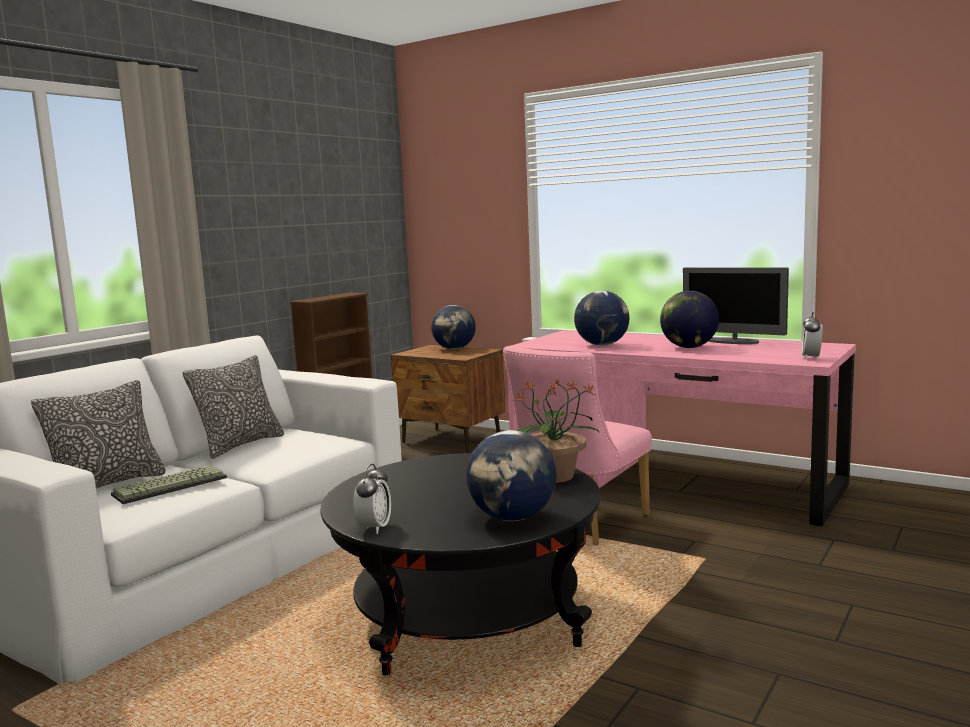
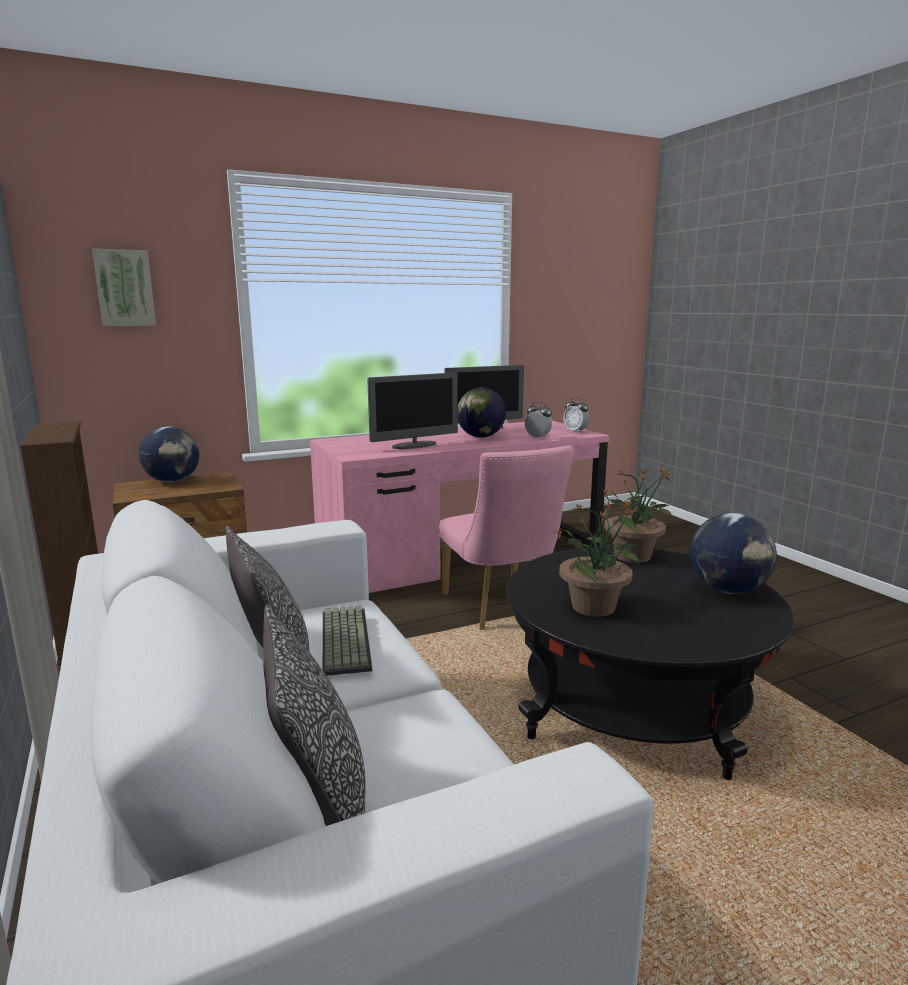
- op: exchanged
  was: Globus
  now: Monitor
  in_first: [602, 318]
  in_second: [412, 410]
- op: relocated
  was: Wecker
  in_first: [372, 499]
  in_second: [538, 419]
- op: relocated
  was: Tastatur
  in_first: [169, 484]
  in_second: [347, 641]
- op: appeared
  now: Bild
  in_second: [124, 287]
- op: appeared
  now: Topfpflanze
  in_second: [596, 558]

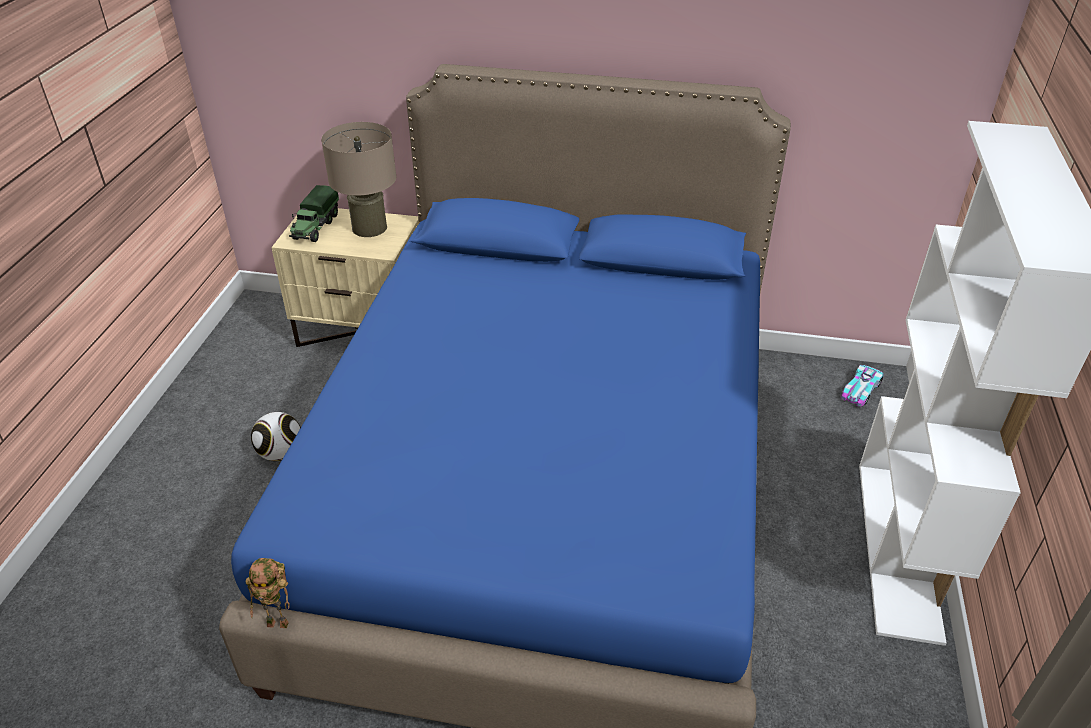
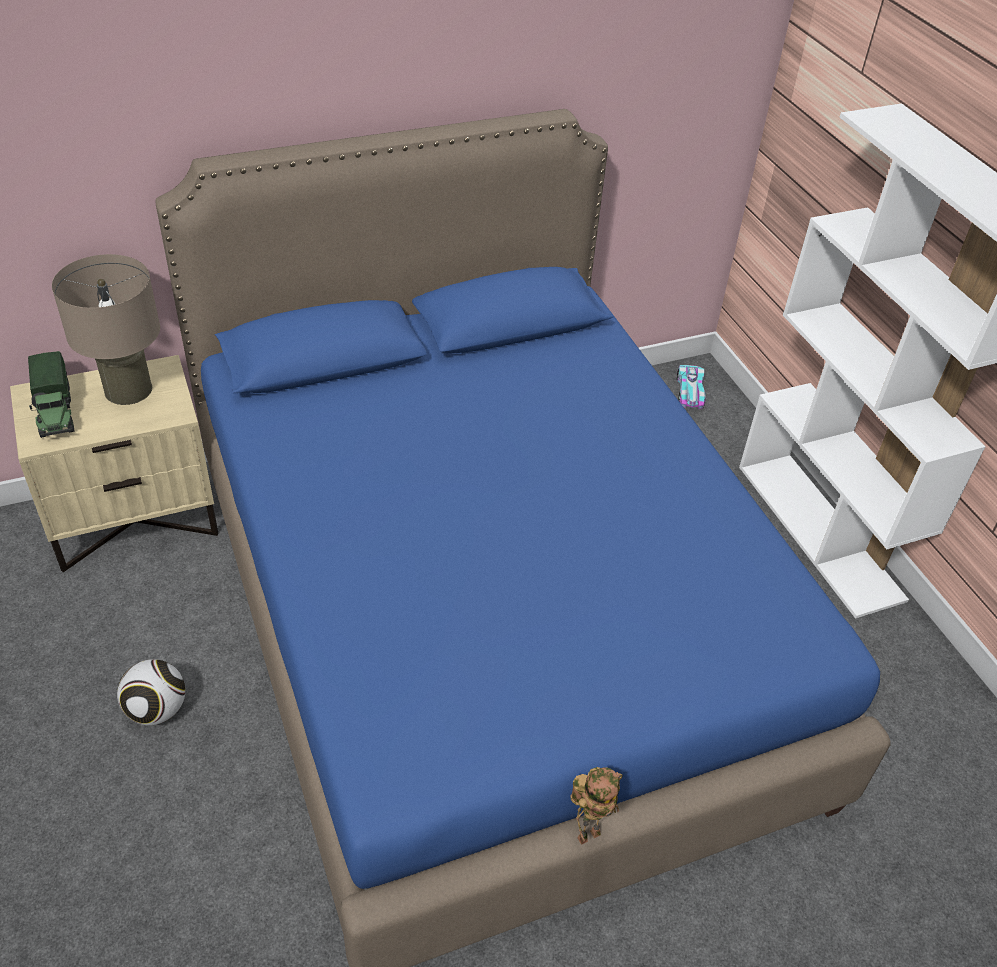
- op: relocated
  was: Spielzeugroboter
  in_first: [267, 593]
  in_second: [596, 806]

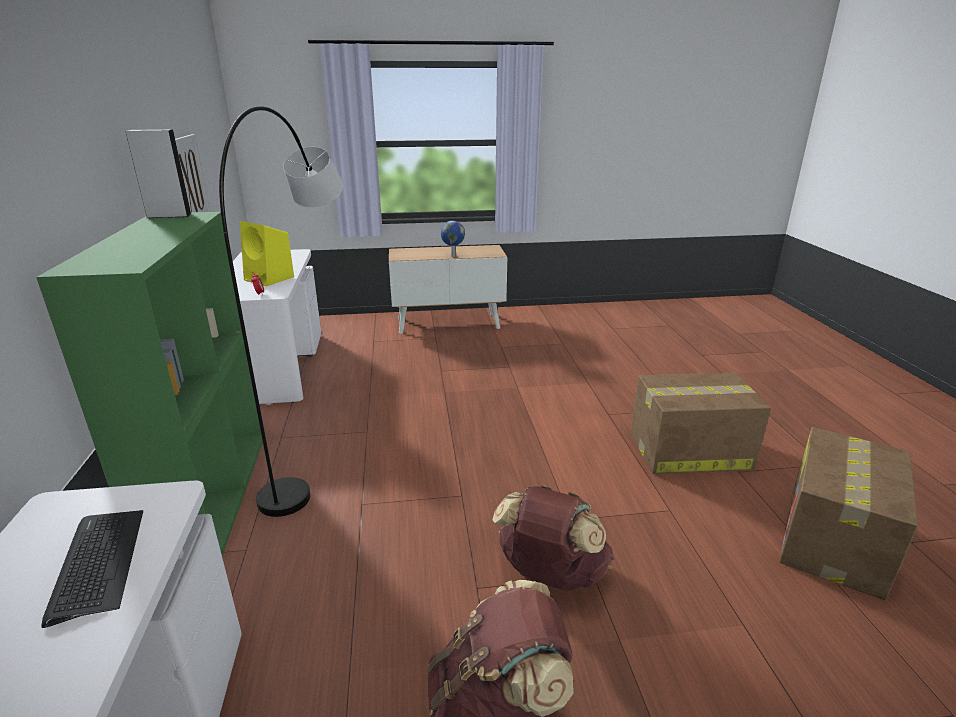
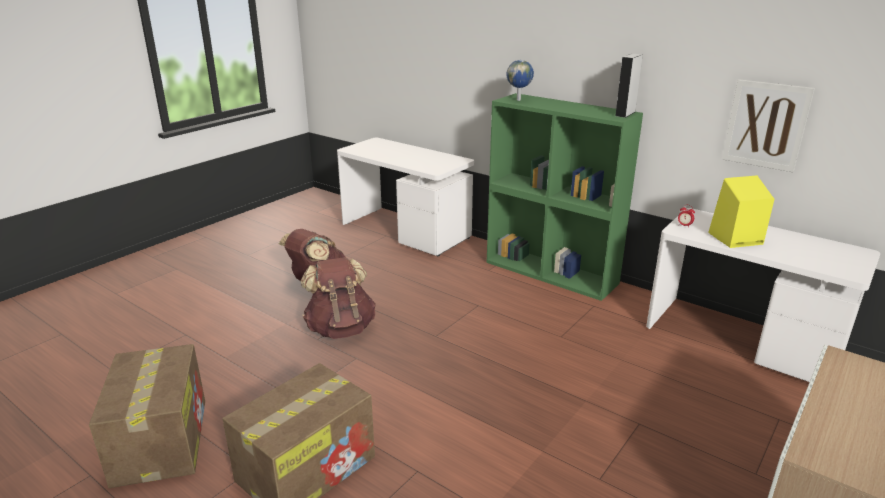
- op: missing
  was: Stehlampe/grau
  in_first: [281, 311]
- op: relocated
  was: Globus
  in_first: [452, 239]
  in_second: [520, 80]
- op: missing
  was: Tastatur
  in_first: [92, 569]

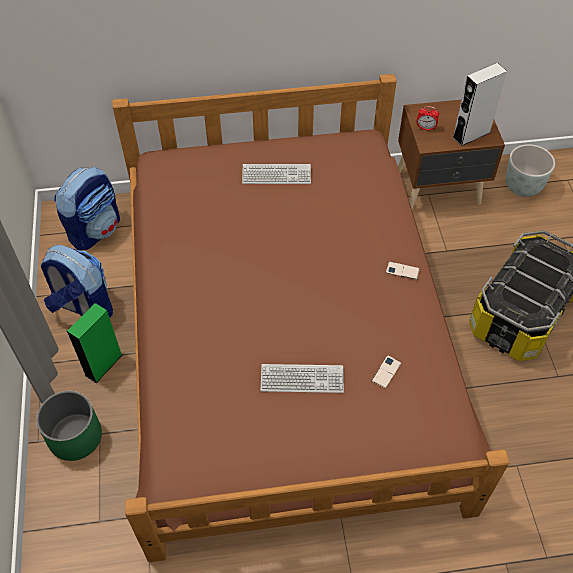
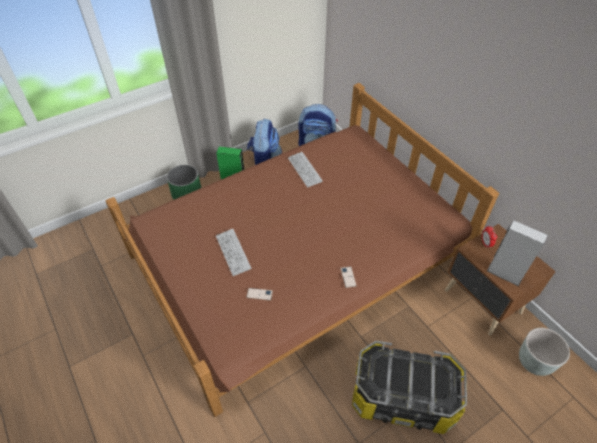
- op: relocated
  was: Tastatur
  in_first: [276, 174]
  in_second: [305, 170]

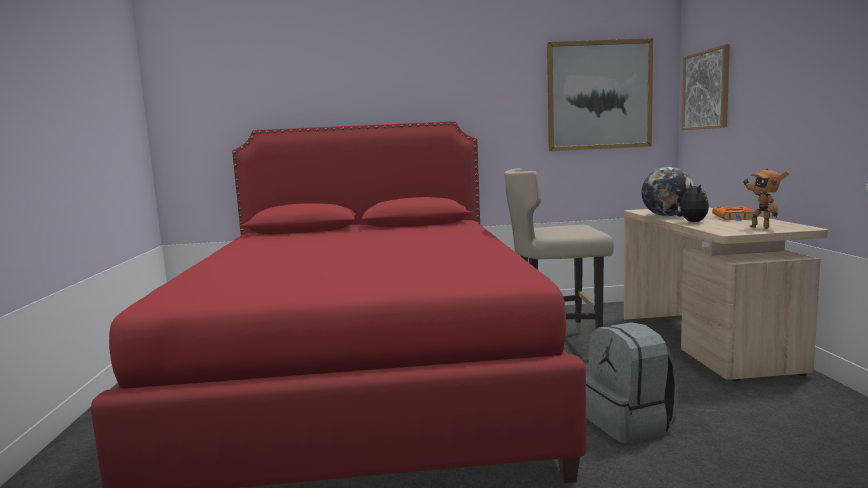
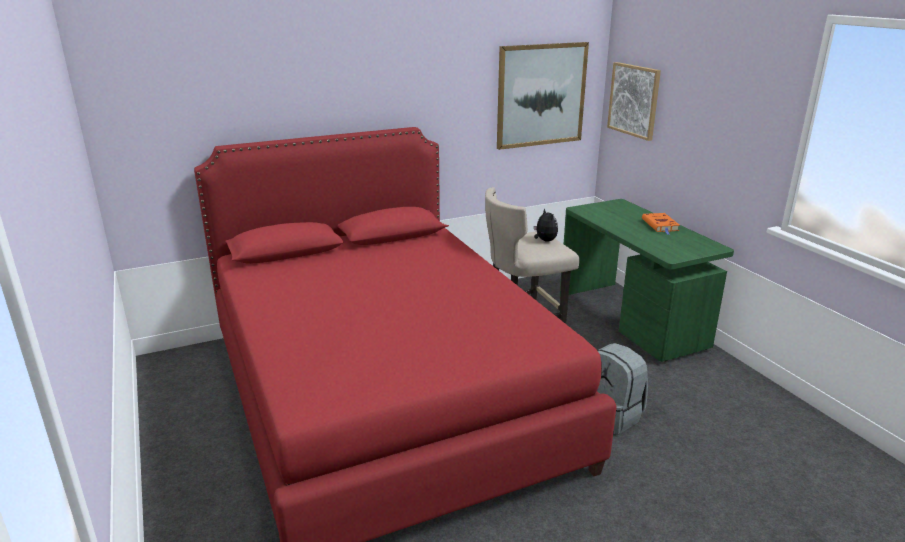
- op: missing
  was: Globus
  in_first: [667, 191]
- op: missing
  was: Spielzeugroboter
  in_first: [766, 198]
- op: relocated
  was: Plüschtier
  in_first: [692, 202]
  in_second: [546, 225]
- op: colour
  was: Schreibtisch/beige
  now: Schreibtisch/grün
  in_first: [726, 294]
  in_second: [647, 280]

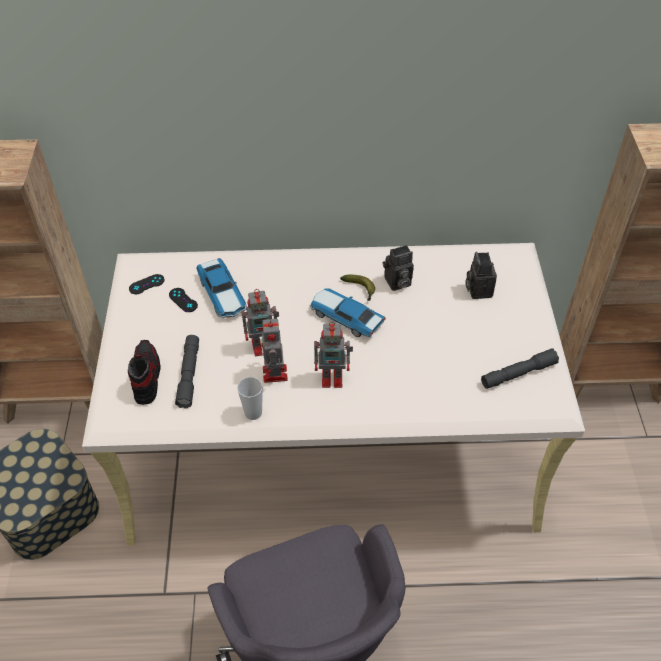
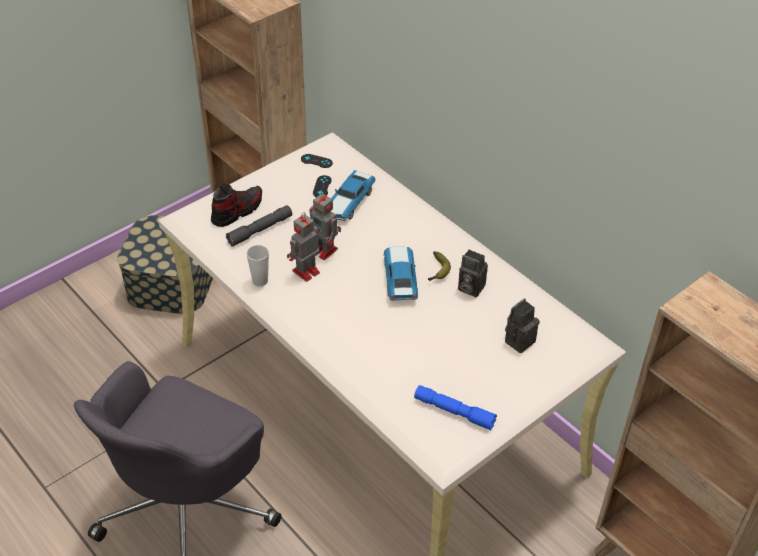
- op: missing
  was: Spielzeugroboter
  in_first: [333, 355]
- op: colour
  was: Taschenlampe/grau
  now: Taschenlampe/blau
  in_first: [520, 368]
  in_second: [455, 408]

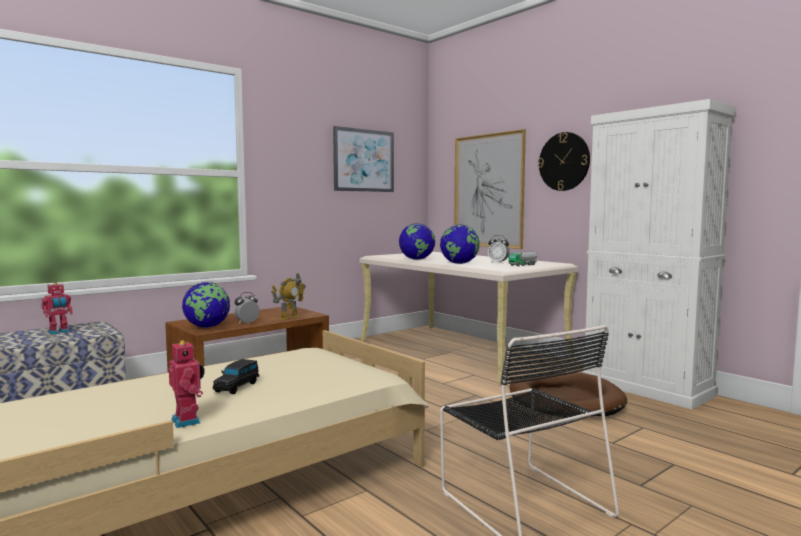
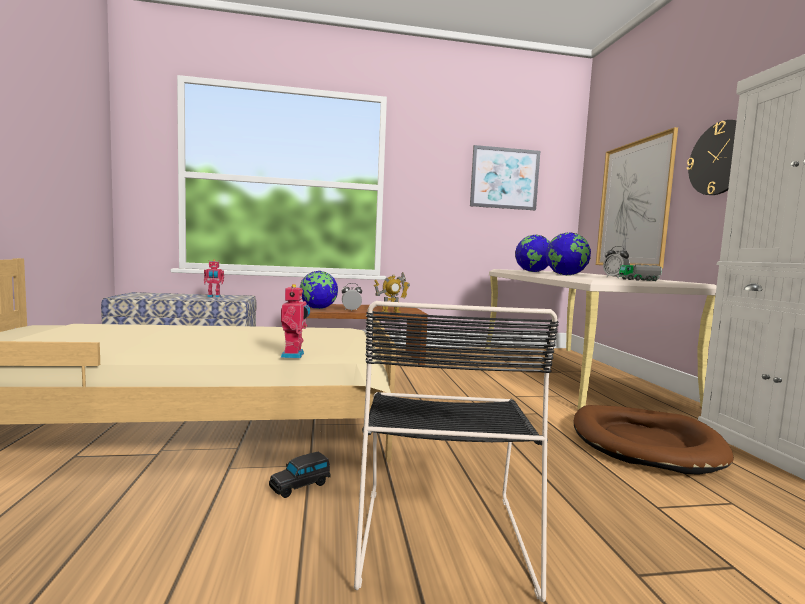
- op: relocated
  was: Spielzeugroboter
  in_first: [187, 384]
  in_second: [295, 321]
- op: relocated
  was: Spielzeugauto/schwarz
  in_first: [236, 376]
  in_second: [300, 475]

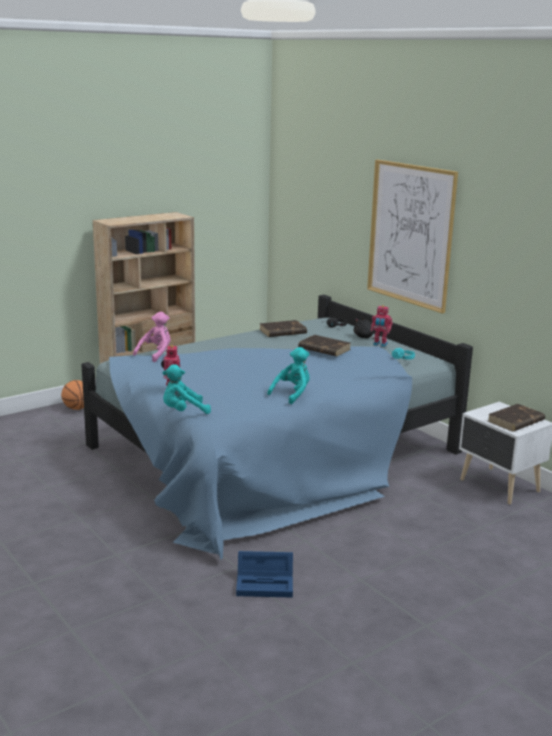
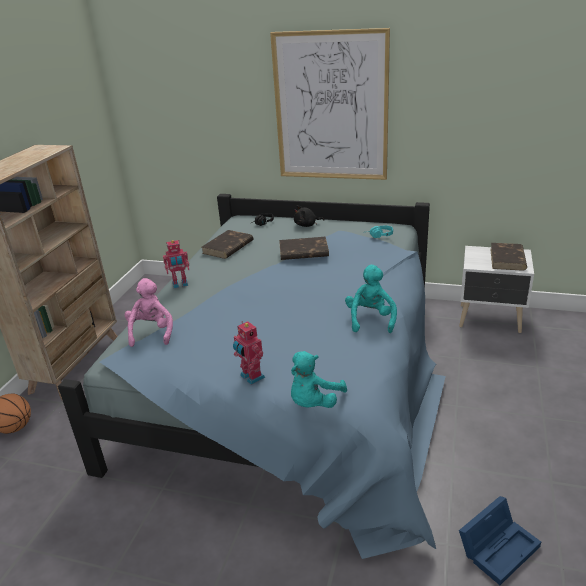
- op: relocated
  was: Spielzeugroboter
  in_first: [381, 326]
  in_second: [176, 264]

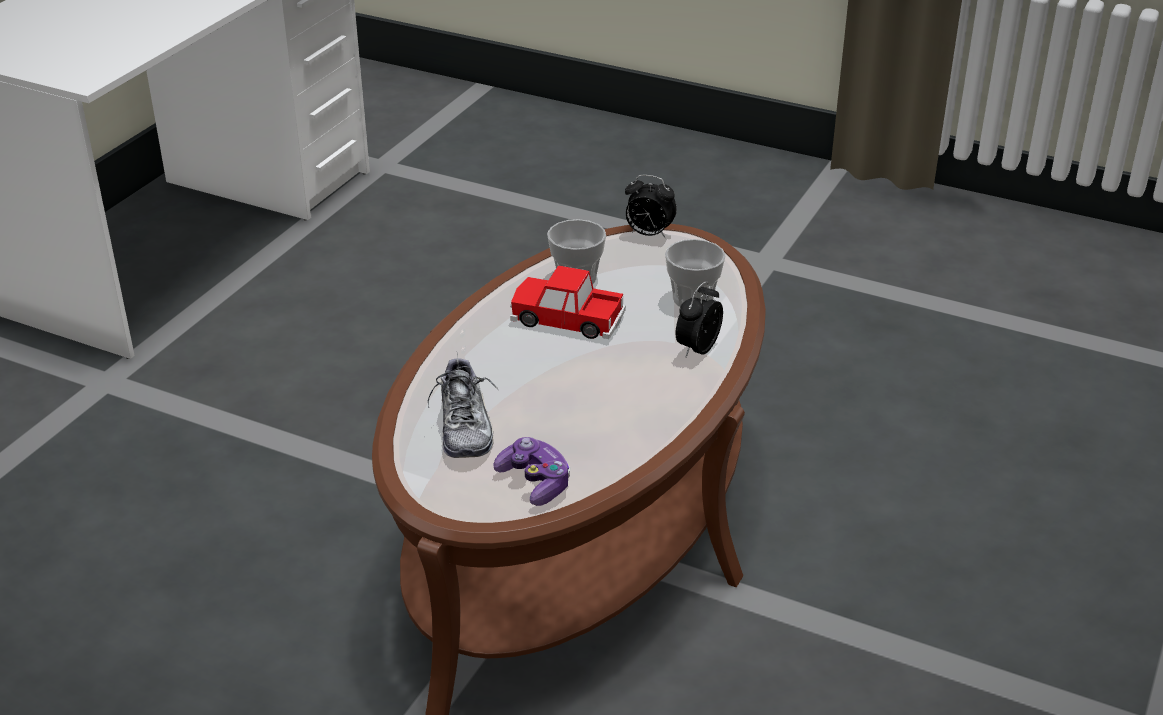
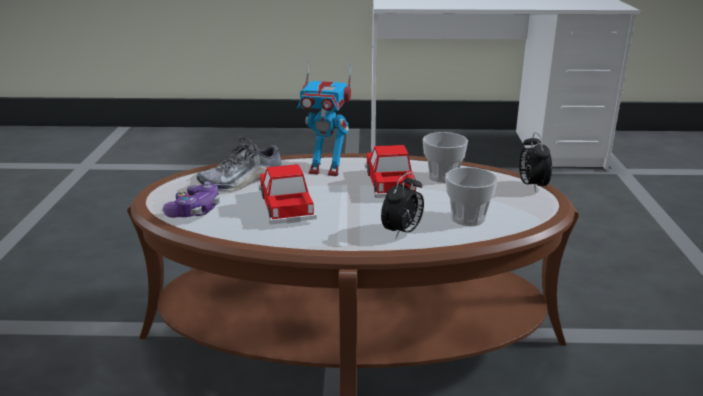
- op: spun
  was: Wecker
  in_first: [699, 319]
  in_second: [402, 205]
  clockwise: 120
- op: appeared
  now: Spielzeugroboter
  in_second: [324, 118]
- op: appeared
  now: Spielzeugauto
  in_second: [288, 194]

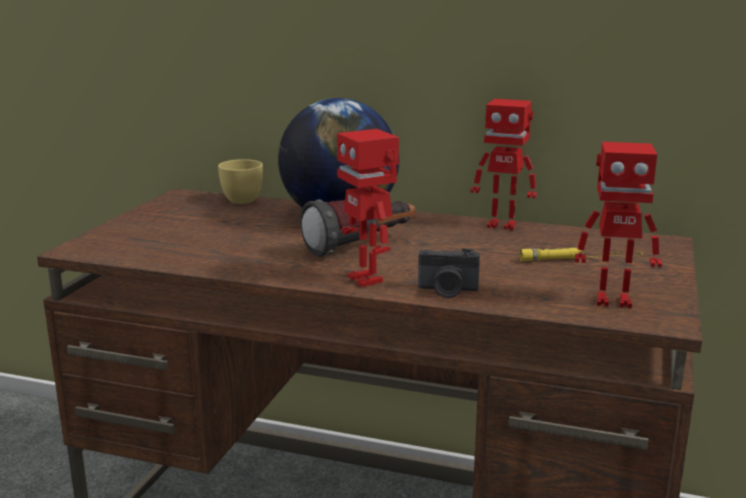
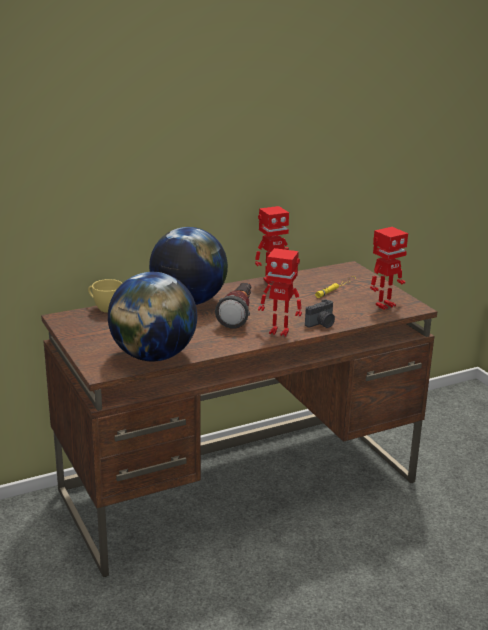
- op: appeared
  now: Globus
  in_second: [152, 317]

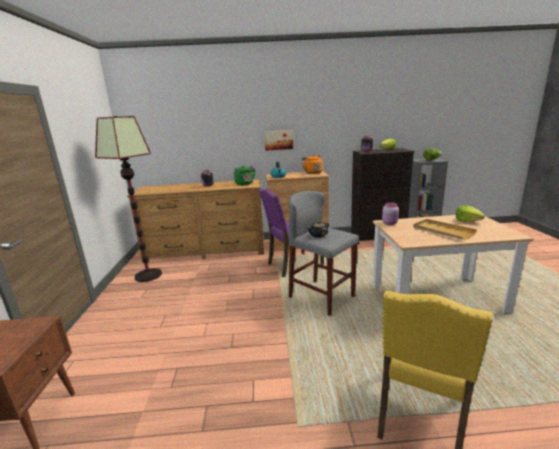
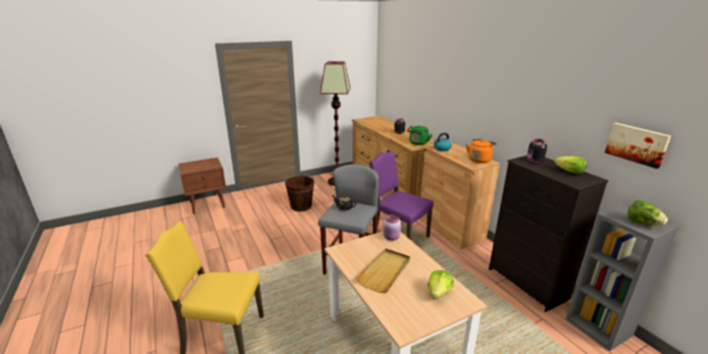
- op: relocated
  was: Bild
  in_first: [278, 140]
  in_second: [638, 146]
- op: appeared
  now: Eimer/braun
  in_second: [299, 193]

